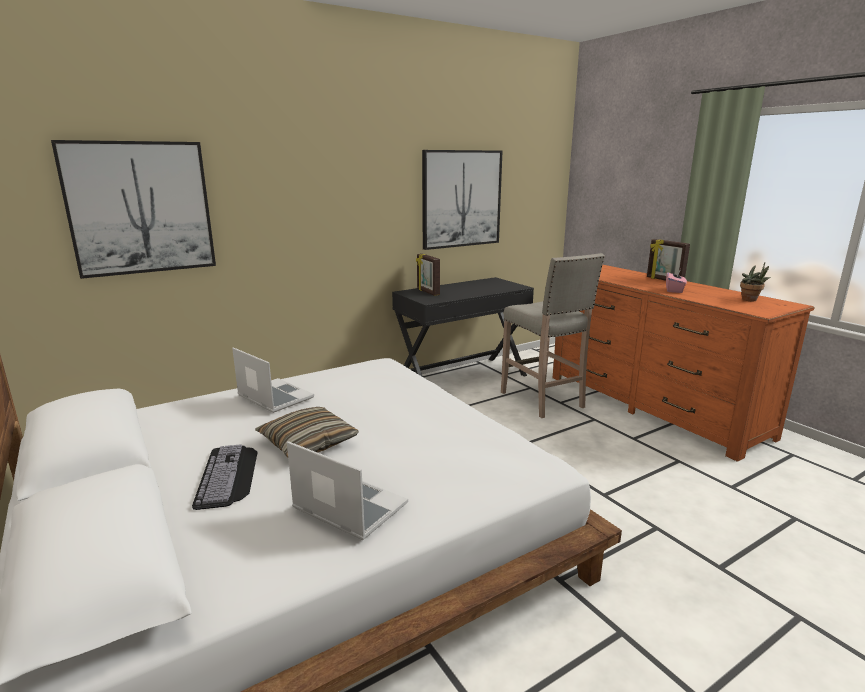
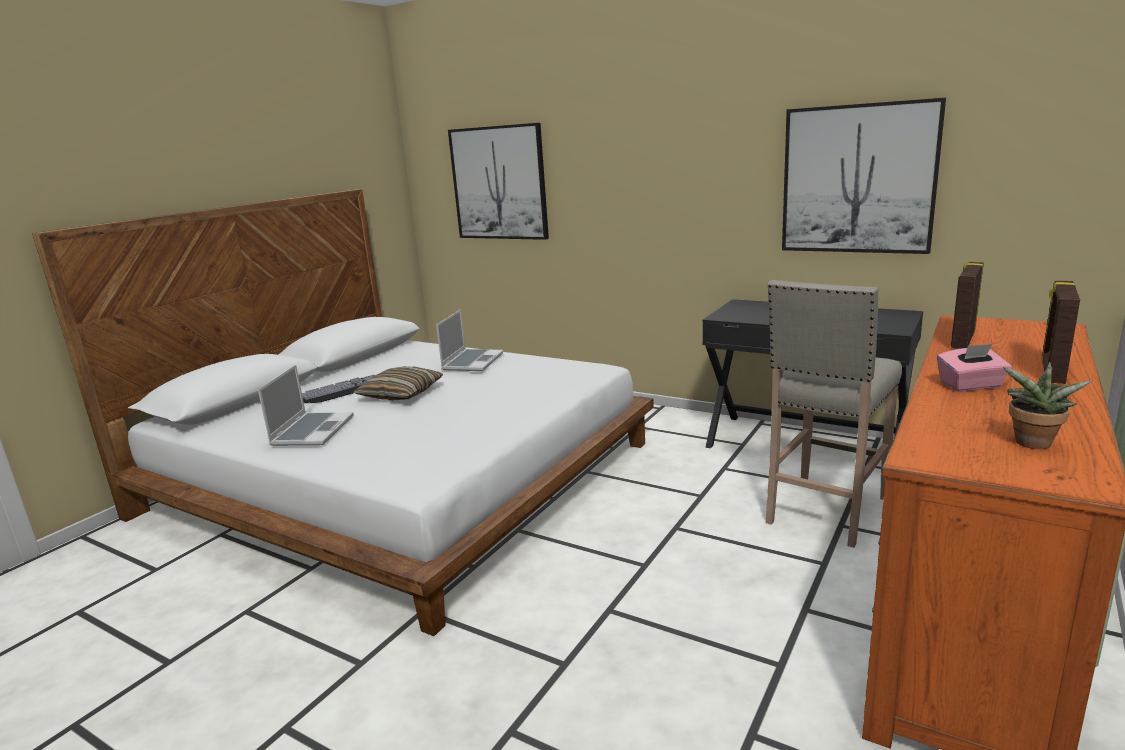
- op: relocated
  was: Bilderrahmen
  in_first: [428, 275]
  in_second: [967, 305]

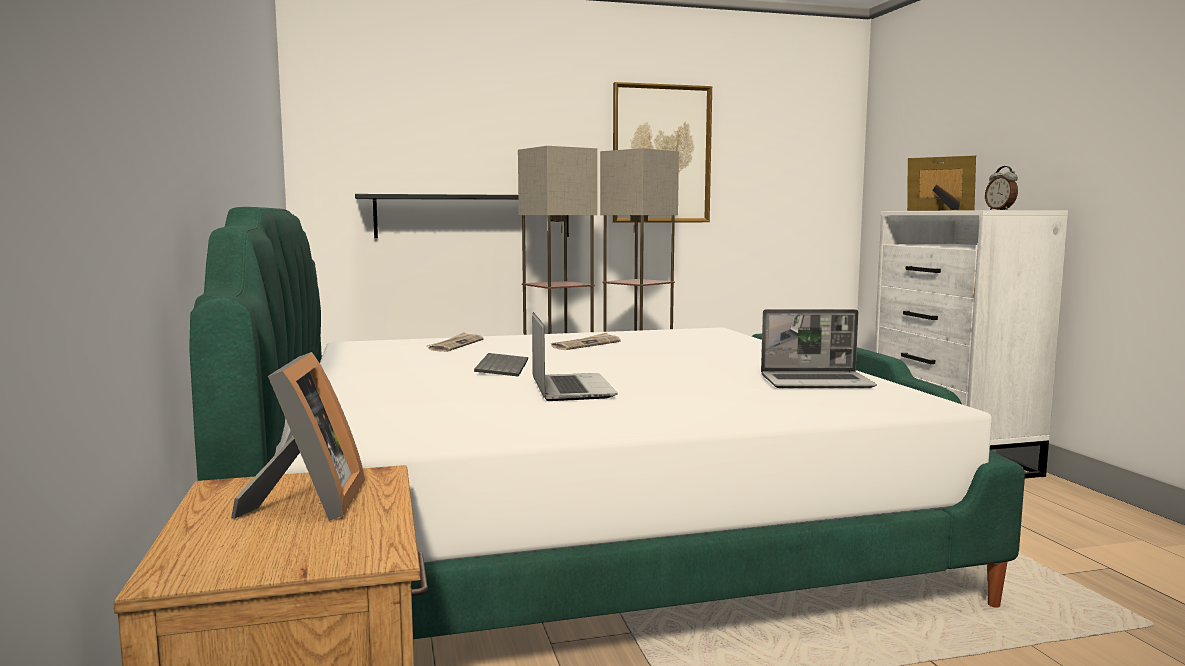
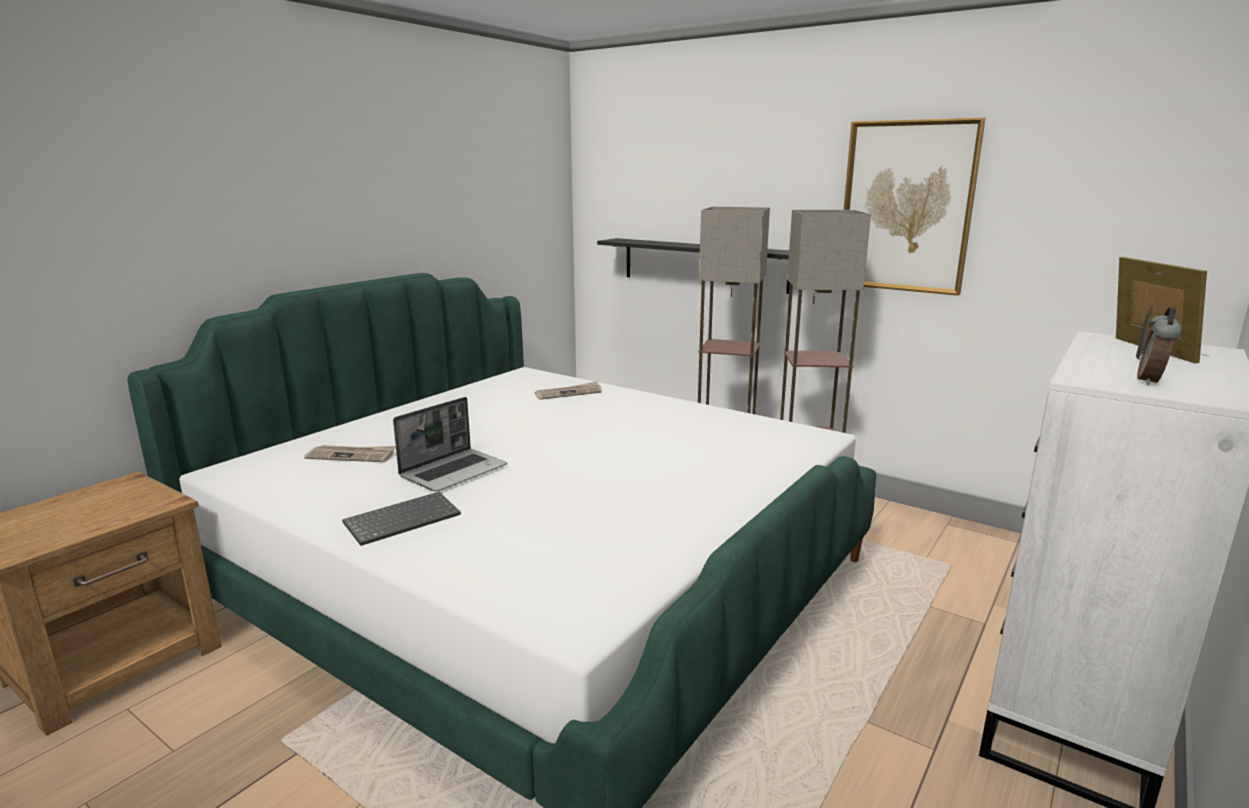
- op: missing
  was: Laptop
  in_first: [819, 348]
- op: relocated
  was: Zeitung
  in_first: [586, 341]
  in_second: [350, 453]
- op: missing
  was: Bilderrahmen
  in_first: [298, 436]
- op: relocated
  was: Tastatur
  in_first: [501, 365]
  in_second: [401, 519]

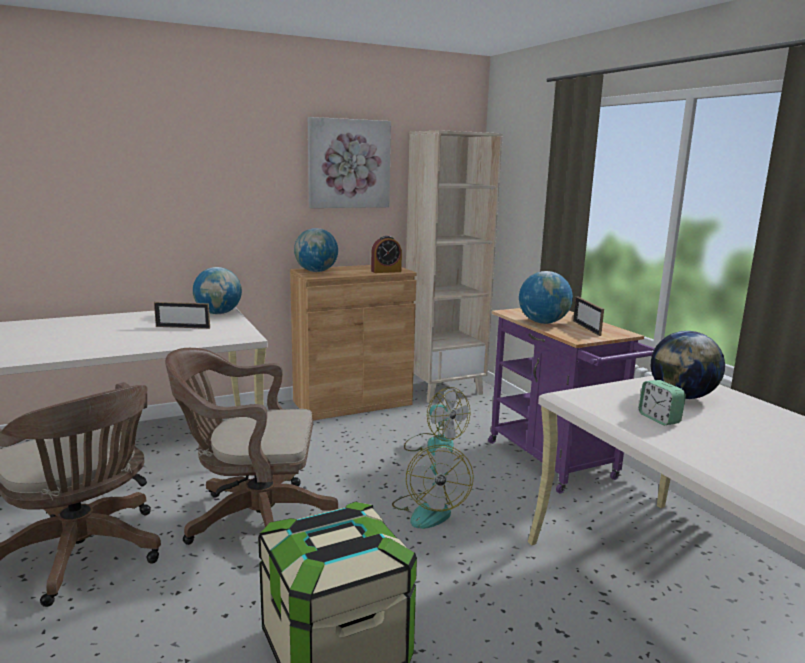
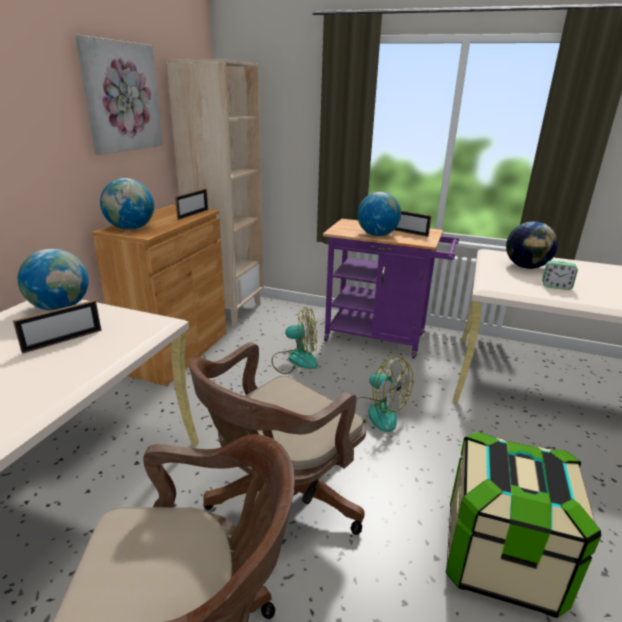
- op: exchanged
  was: Wecker
  now: Bilderrahmen
  in_first: [386, 254]
  in_second: [191, 204]

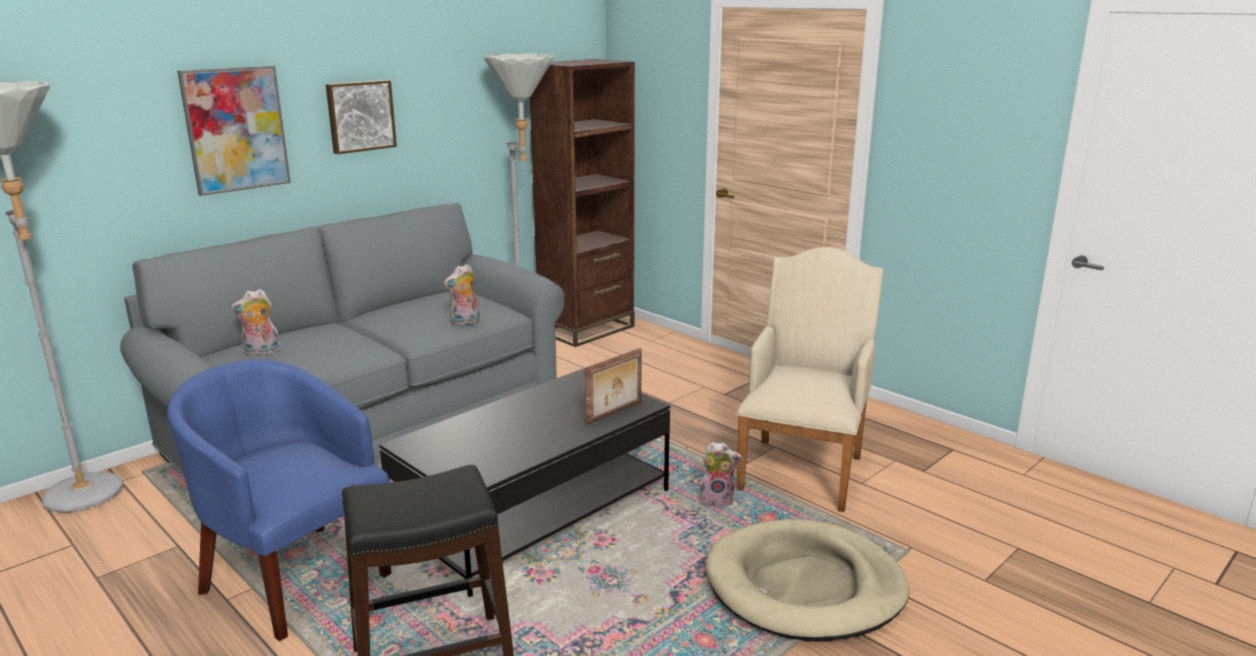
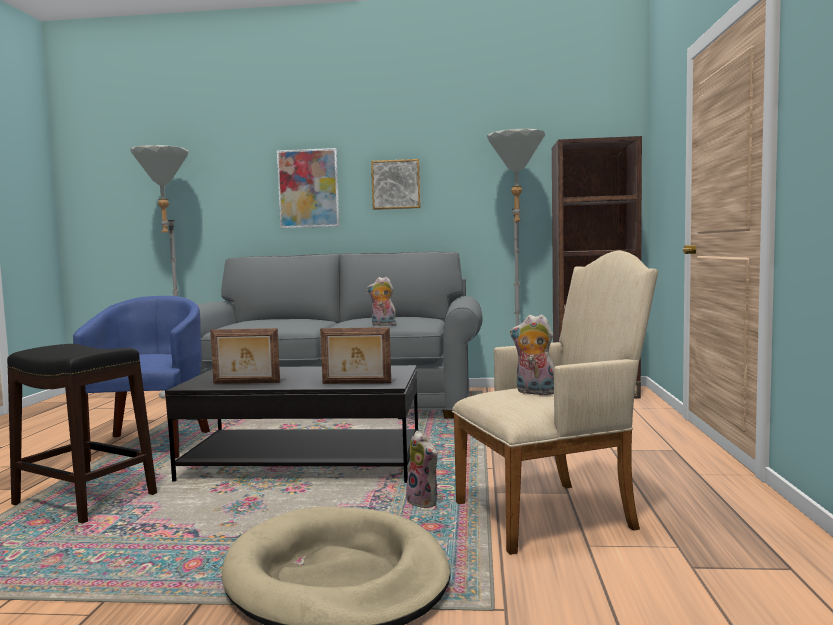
- op: relocated
  was: Plüschtier
  in_first: [256, 322]
  in_second: [532, 354]
- op: appeared
  now: Bilderrahmen
  in_second: [245, 356]

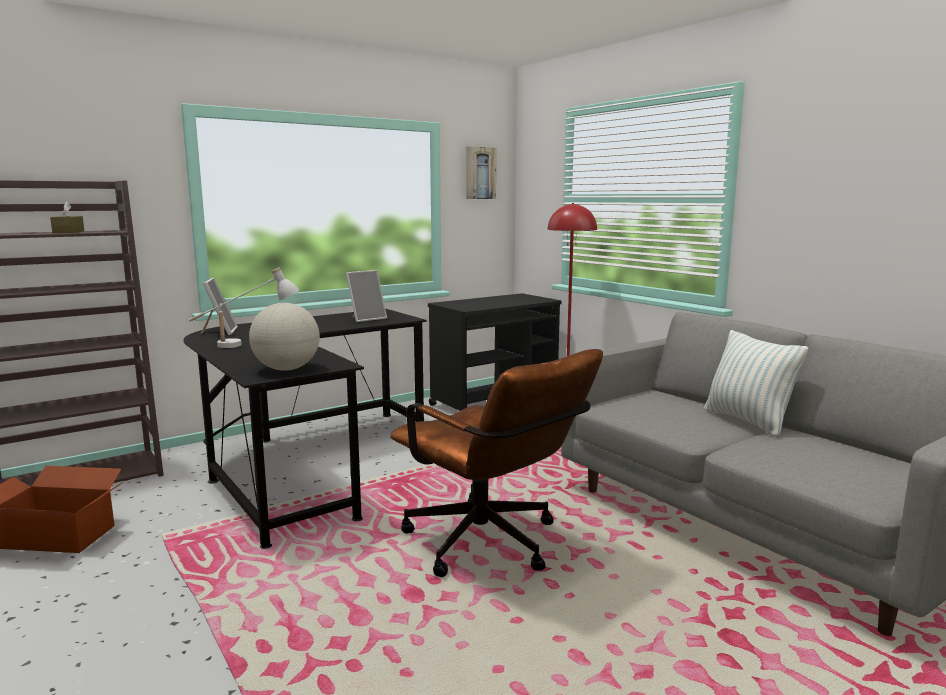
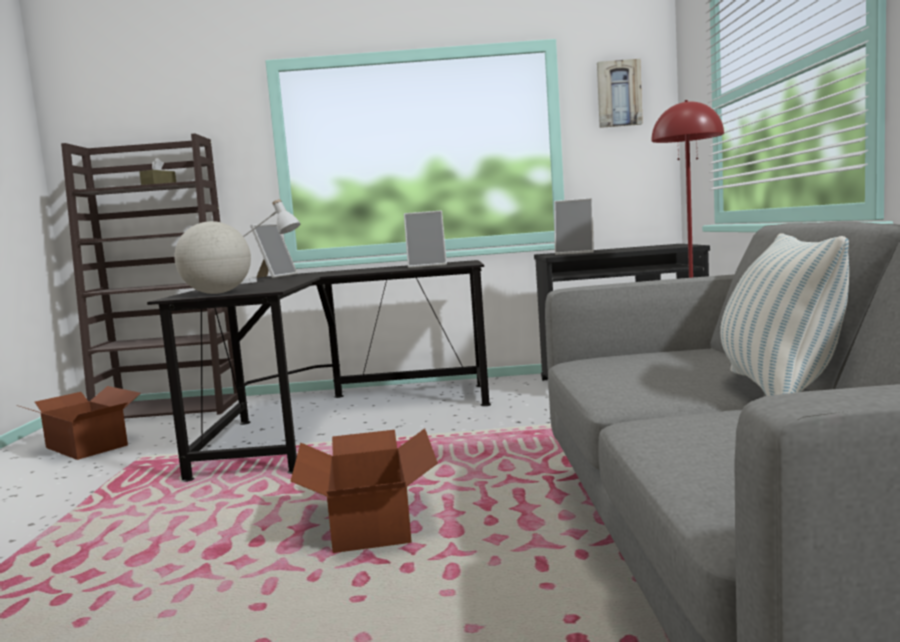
- op: exchanged
  was: Bürostuhl/braun
  now: Karton
  in_first: [496, 463]
  in_second: [364, 490]
- op: appeared
  now: Bilderrahmen
  in_second: [574, 226]

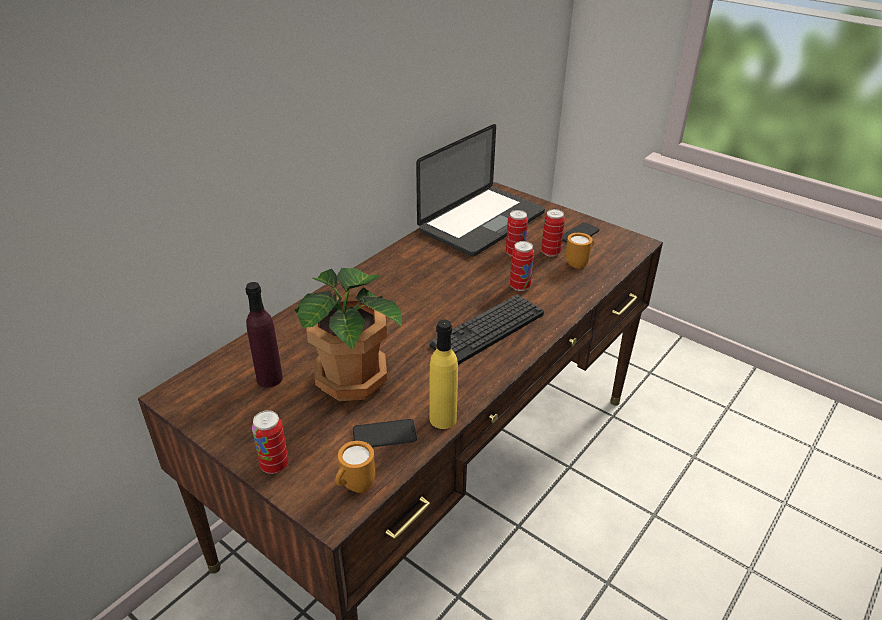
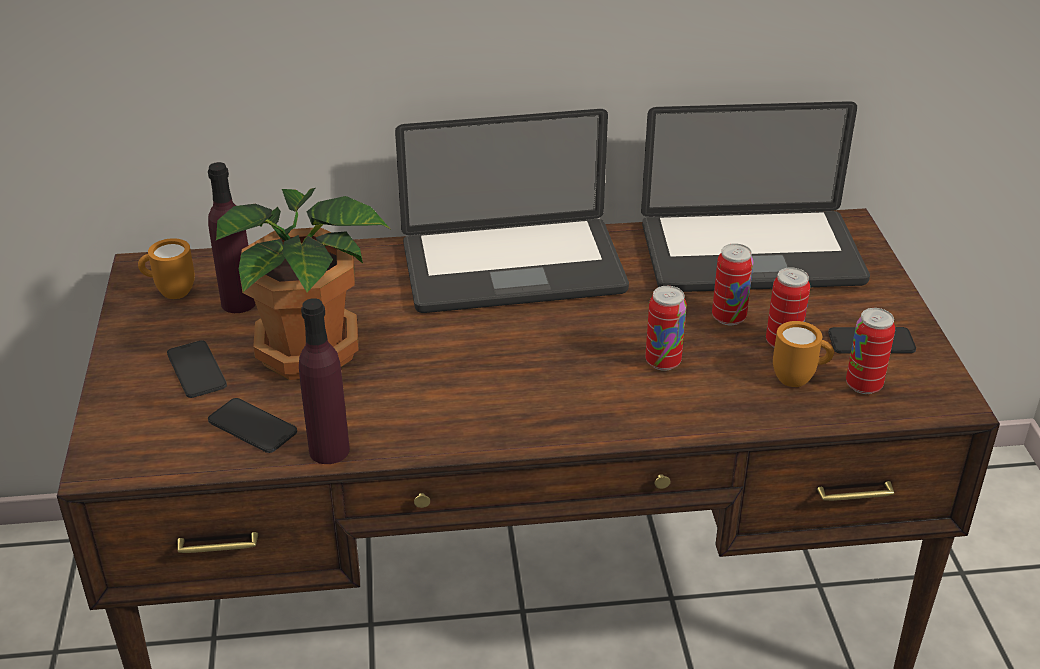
- op: missing
  was: Tastatur
  in_first: [487, 329]
- op: colour
  was: Flasche/gelb
  now: Flasche/lila
  in_first: [444, 374]
  in_second: [324, 381]
- op: relocated
  was: Dose
  in_first: [270, 442]
  in_second: [870, 351]
- op: relocated
  was: Henkelbecher/orange
  in_first: [355, 467]
  in_second: [166, 268]
- op: appeared
  now: Laptop
  in_second: [512, 211]
- op: appeared
  now: Handy
  in_second: [197, 369]

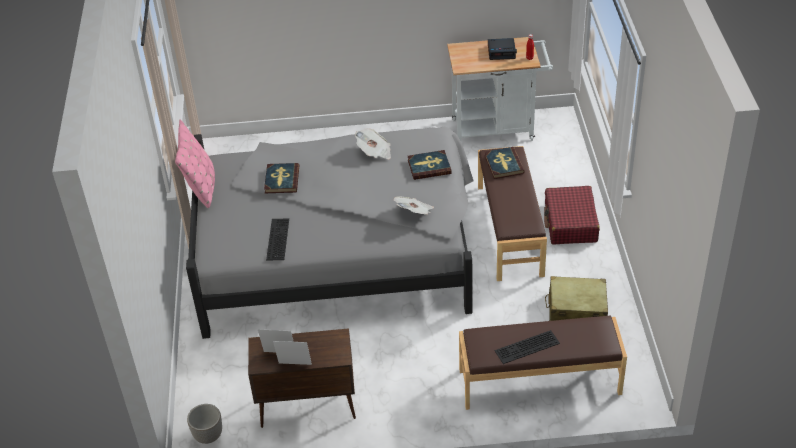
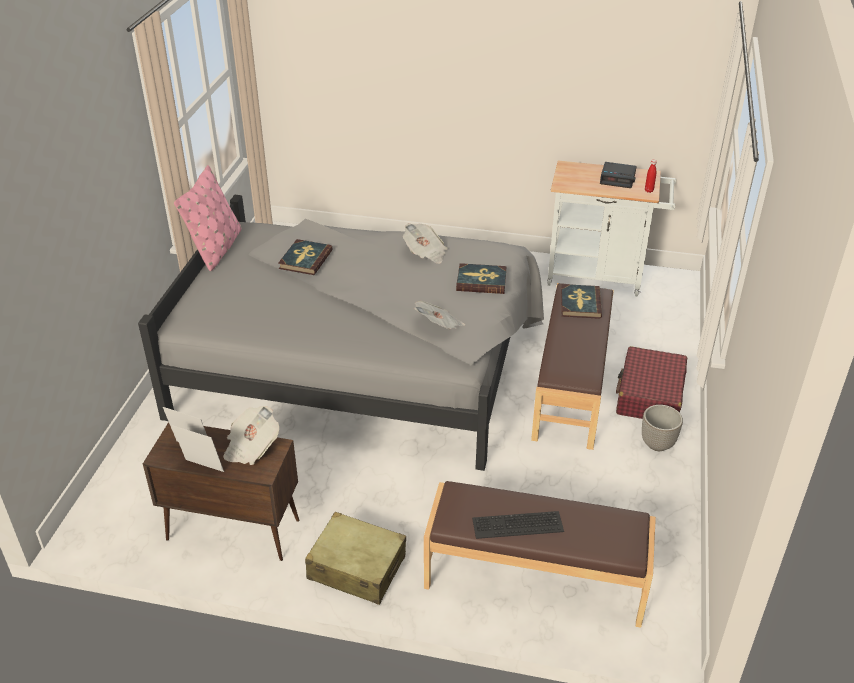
- op: missing
  was: Tastatur
  in_first: [277, 239]
- op: relocated
  was: Koffer/beige
  in_first: [576, 298]
  in_second: [355, 558]
- op: relocated
  was: Pflanzkübel
  in_first: [204, 424]
  in_second: [662, 428]
- op: appeared
  now: Zeitung
  in_second: [251, 435]

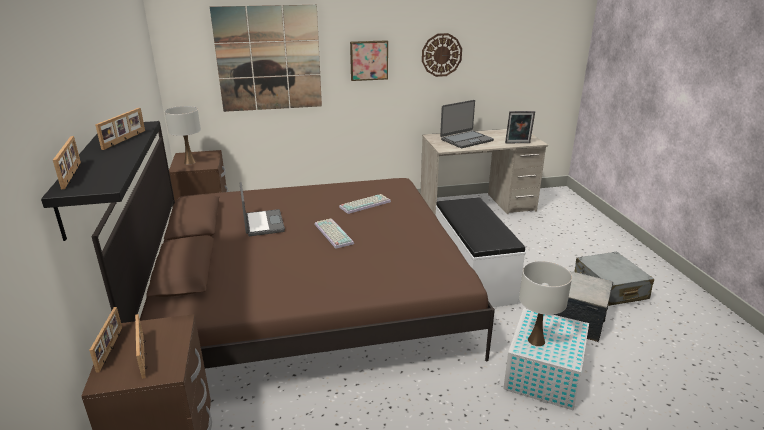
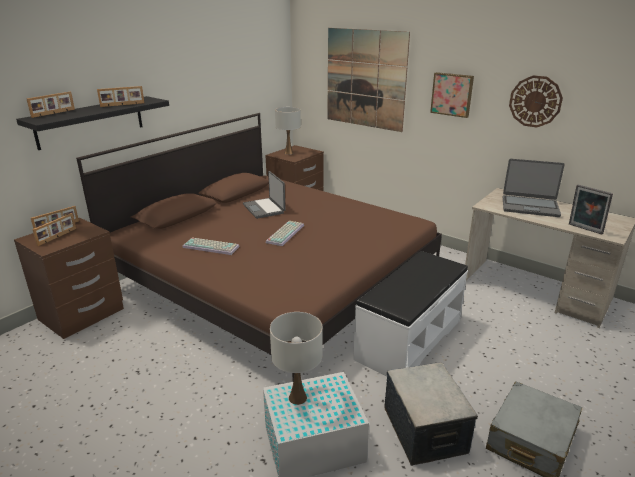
- op: spun
  was: Laptop
  in_first: [262, 209]
  in_second: [264, 195]
  clockwise: 120
- op: relocated
  was: Tastatur
  in_first: [365, 204]
  in_second: [211, 246]

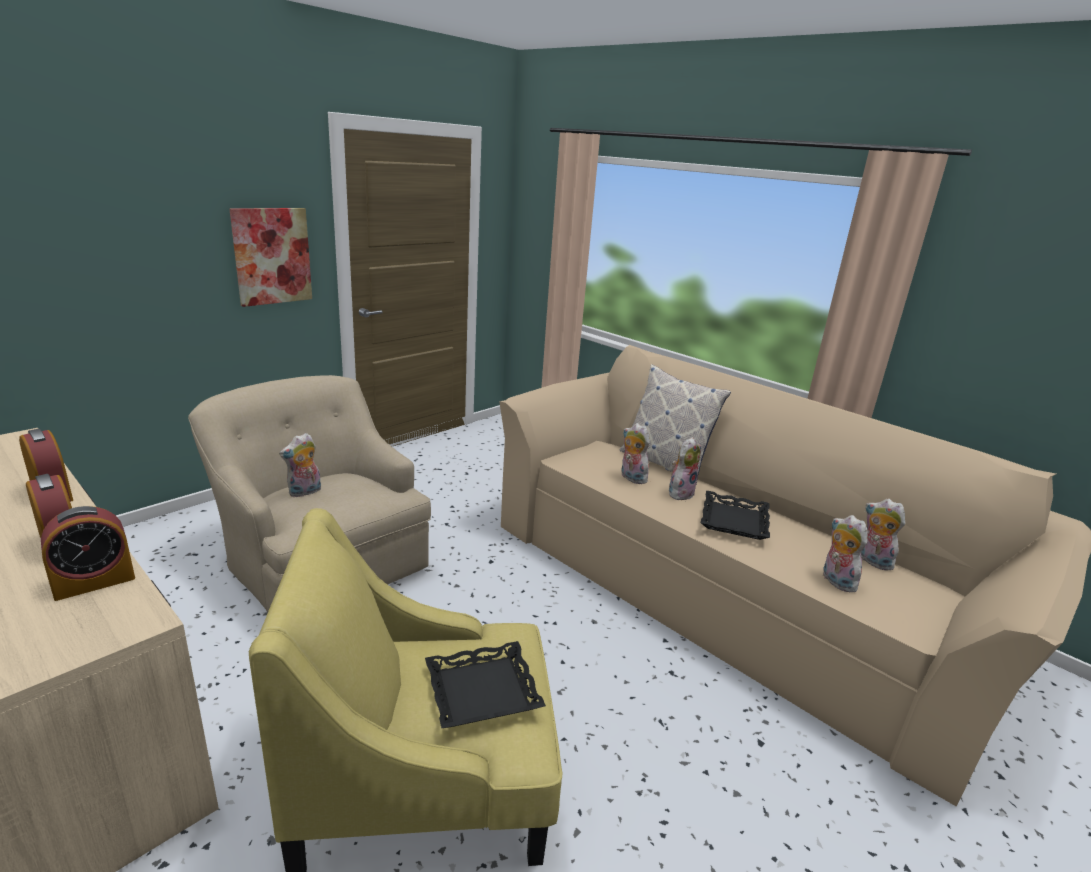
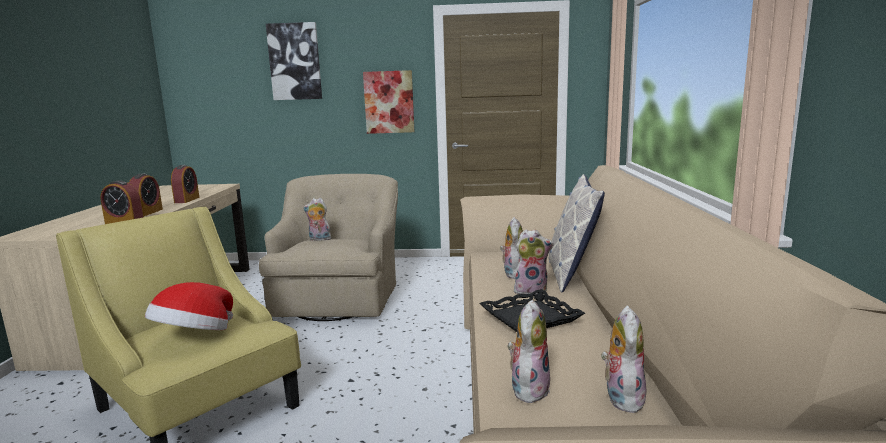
- op: exchanged
  was: Tablett/schwarz
  now: Hut
  in_first: [485, 684]
  in_second: [189, 306]
- op: appeared
  now: Bild
  in_second: [294, 61]

